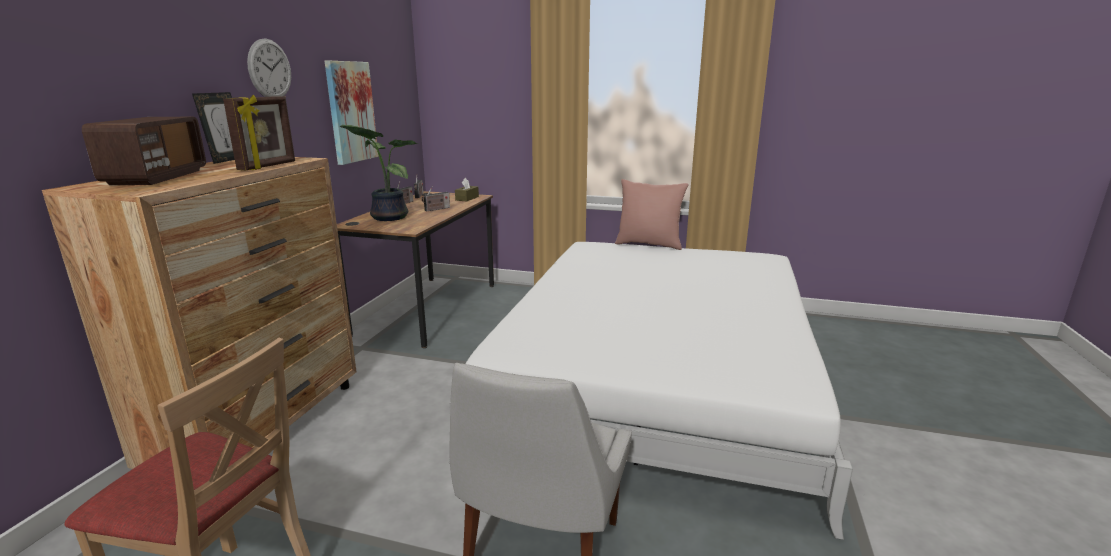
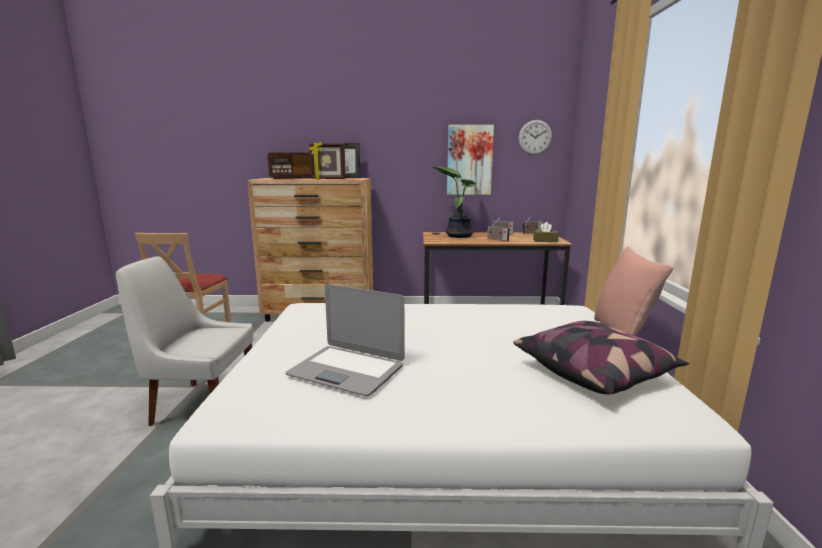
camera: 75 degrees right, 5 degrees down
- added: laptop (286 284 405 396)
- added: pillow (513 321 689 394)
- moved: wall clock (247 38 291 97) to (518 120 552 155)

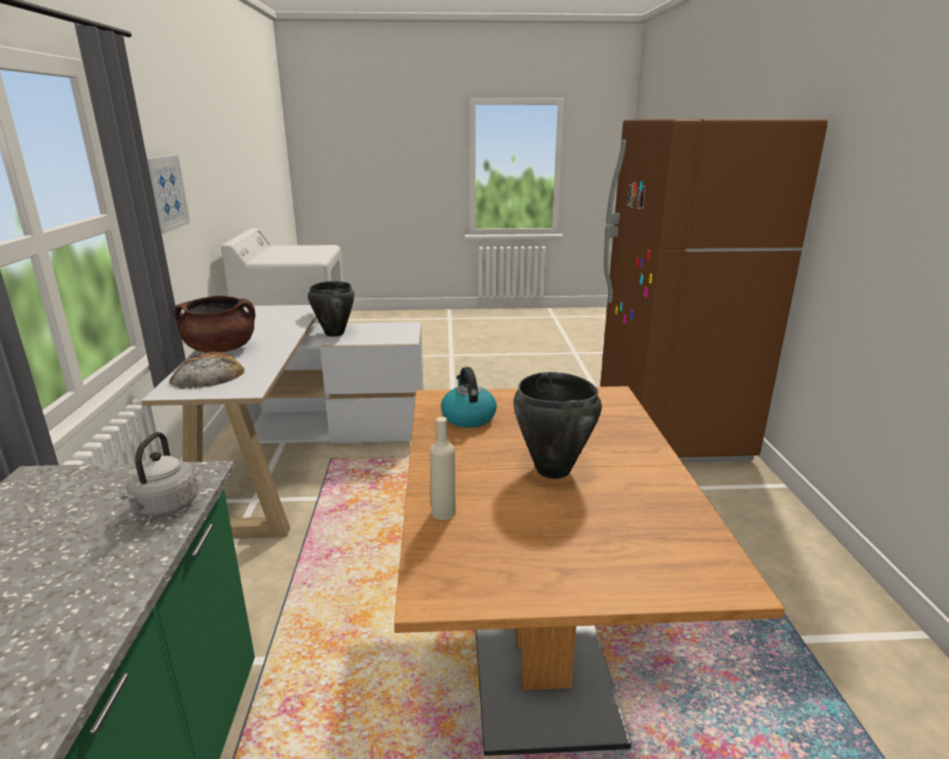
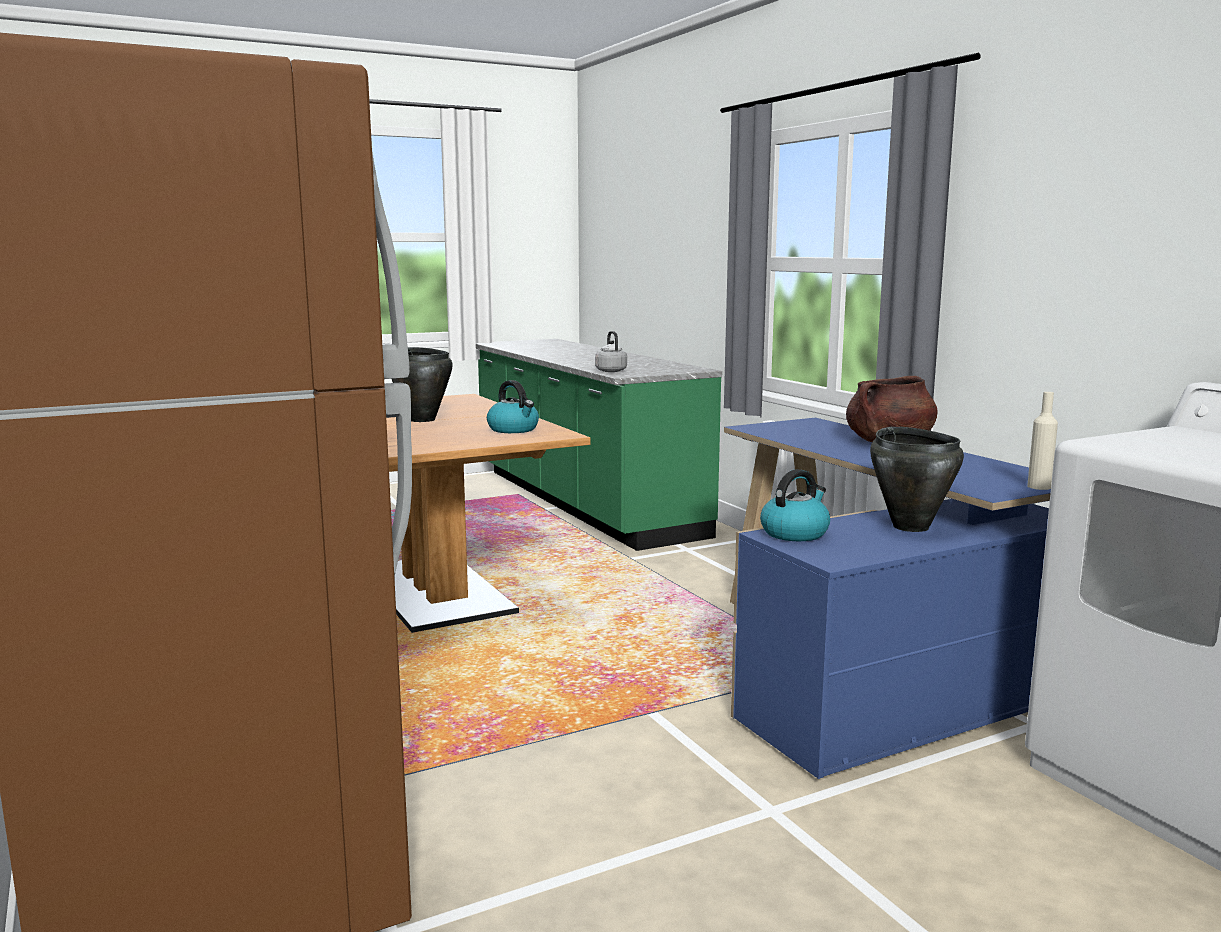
camera: 155 degrees right, 10 degrees down
- recoloured: white desk (141 305 424 539) to blue desk (724 418 1051 779)
- added: kettle (760 469 830 541)
- moved: beige bottle (430 417 456 520) to (1027 392 1058 490)
- removed: picture (147 155 190 234)
- removed: bread (169 352 245 389)

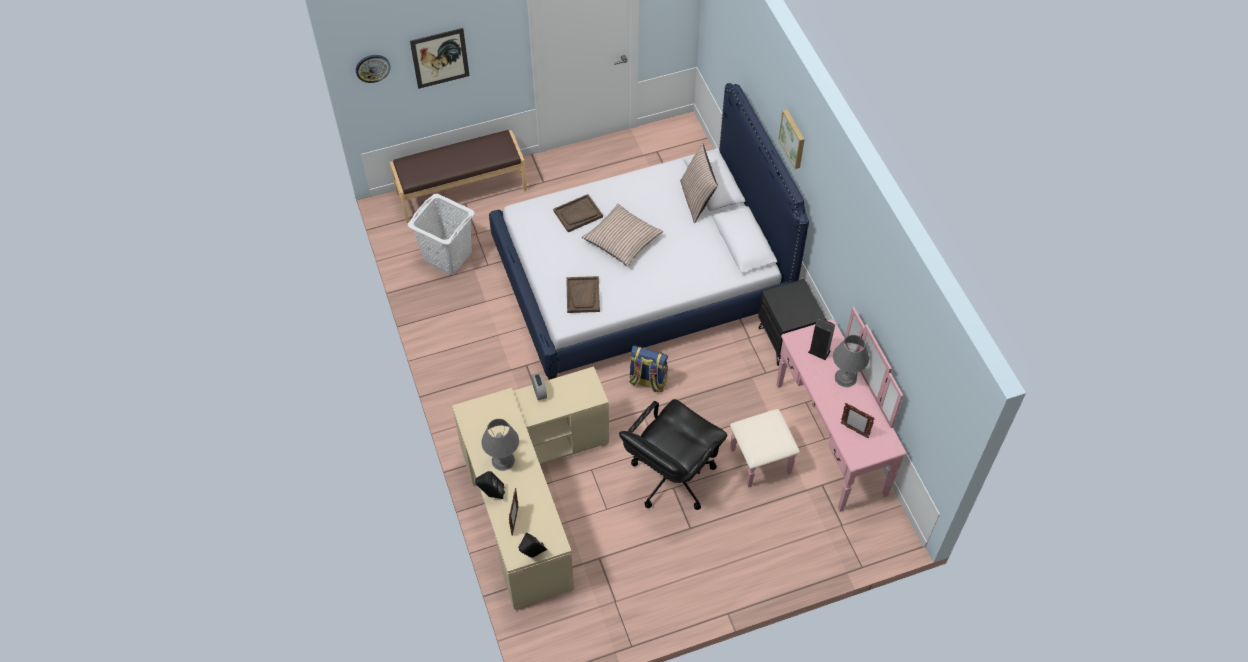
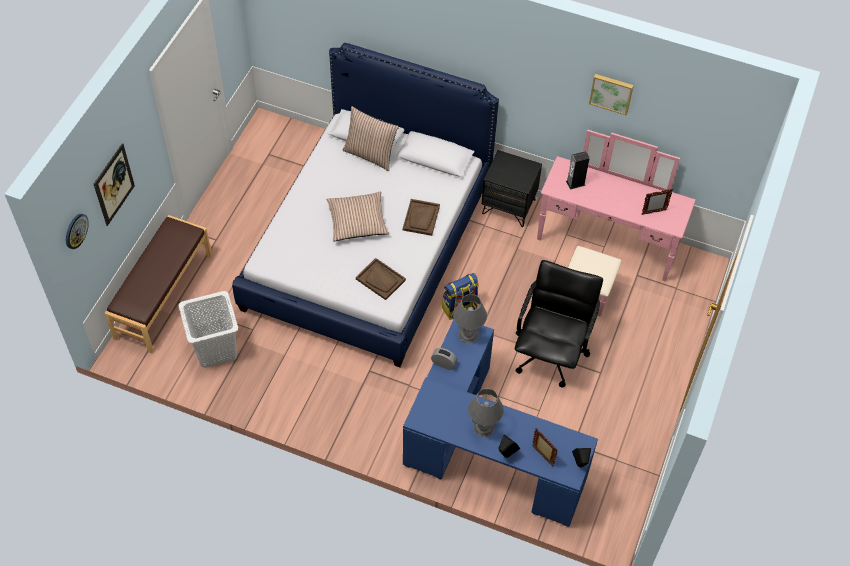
camera: 50 degrees left, 0 degrees up
- moved: brown tray (553 194 603 232) to (403 199 440 236)
- recoloured: beige desk (452 367 609 610) to blue desk (403 320 598 527)
- moved: grey table lamp (833 335 869 387) to (453 294 487 343)
- turned: black office chair (619 399 727 510) = (515 260 603 387) 150 degrees counterclockwise
- moved: picture (778 109 805 169) to (589 74 634 115)

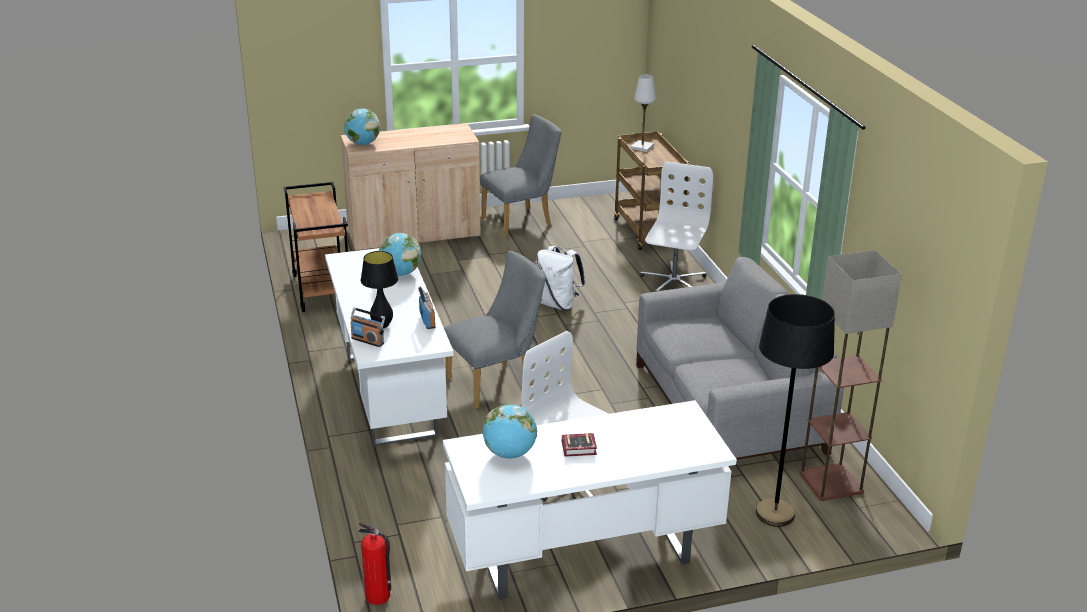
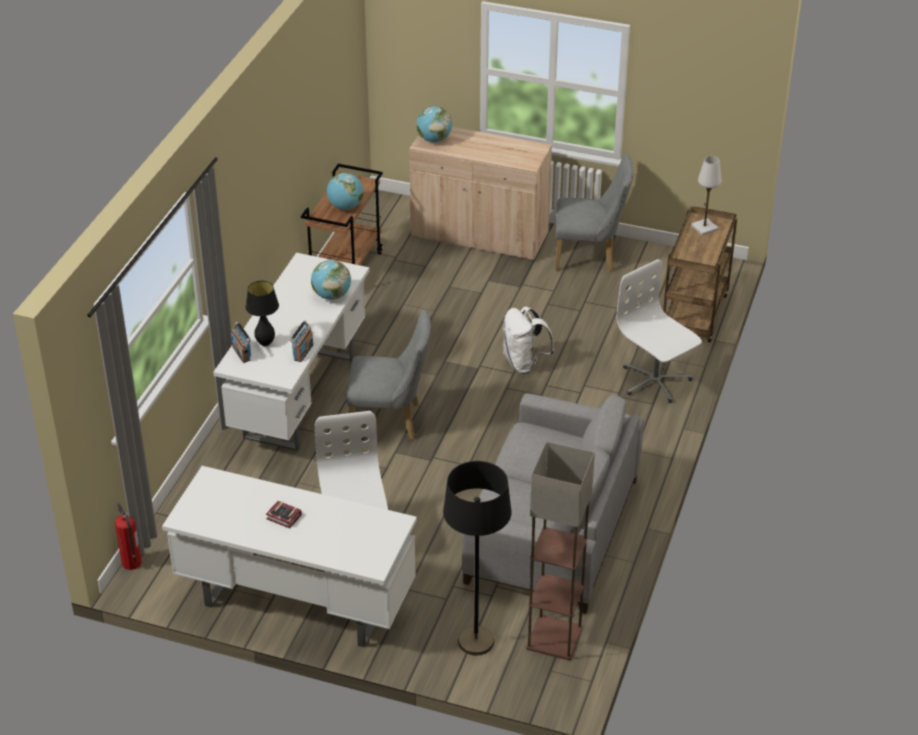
camera: 35 degrees right, 10 degrees up
- moved: globe (483 404 537 458) to (327 173 364 210)
- turned: white office chair (640 162 713 292) = (616 259 702 403) 90 degrees counterclockwise

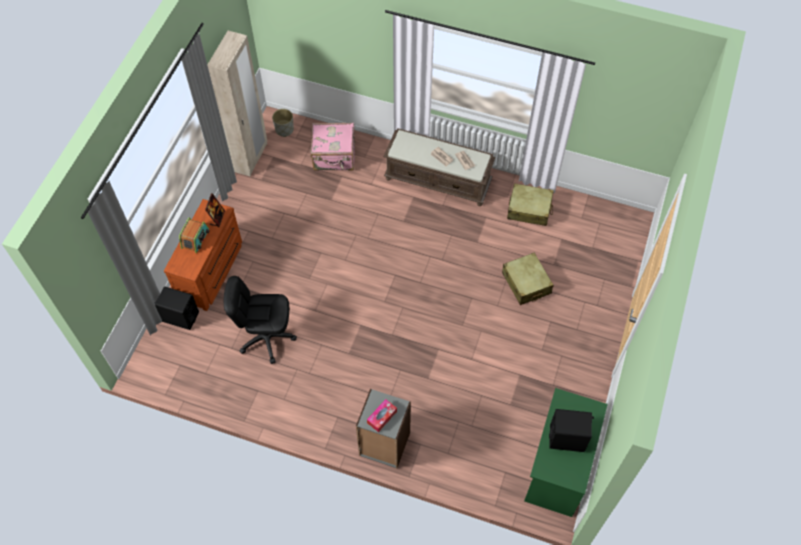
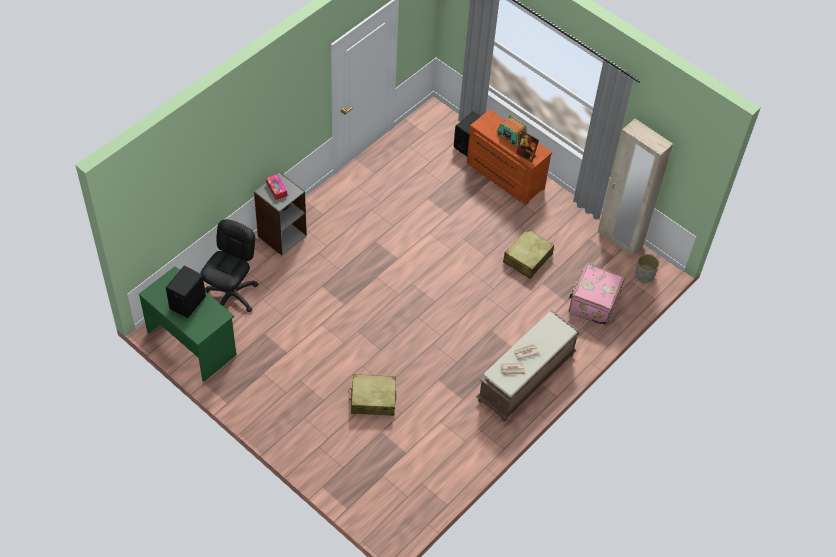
camera: 110 degrees right, 5 degrees down
- moved: black office chair (224 276 297 364) to (200 219 259 312)
- moved: beige suitcase (507 183 554 226) to (503 229 554 279)

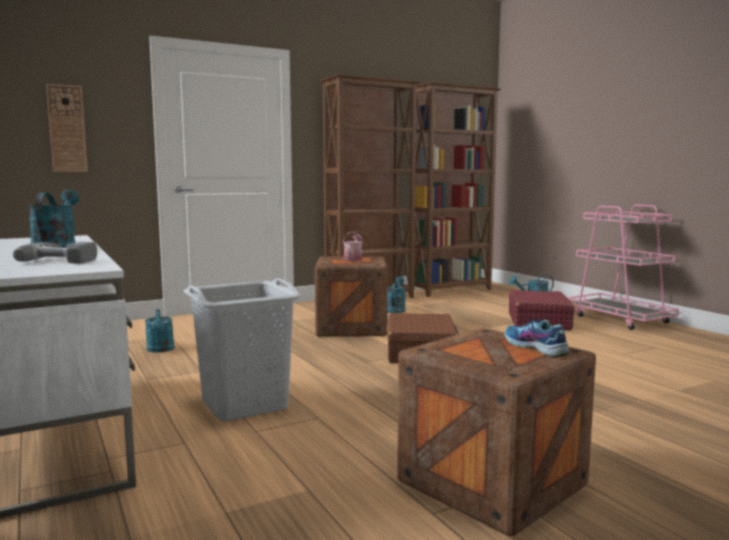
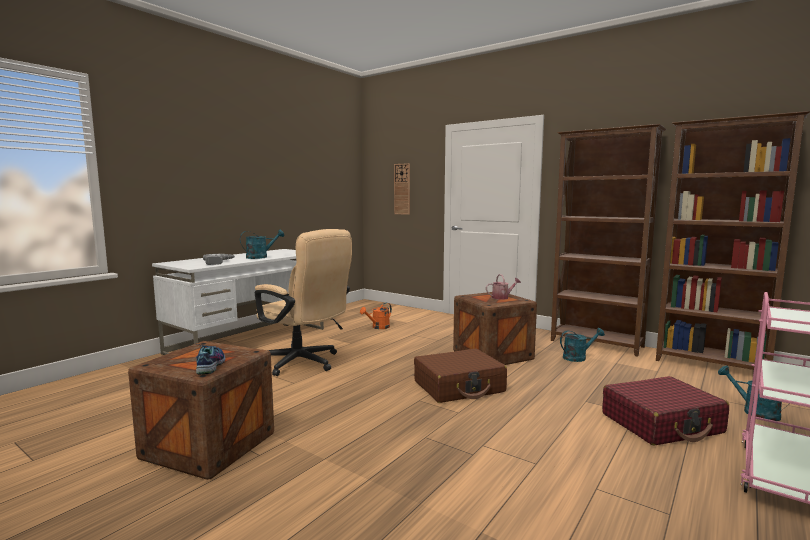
camera: 65 degrees right, 0 degrees up
- turned: shoe (505 317 569 357) = (196 344 225 375) 45 degrees counterclockwise
- replaced: grey laundry basket (183 278 301 421) to beige office chair (255 229 352 376)
- recoloured: turquoise watering can (145 309 175 353) to orange watering can (360 303 392 329)

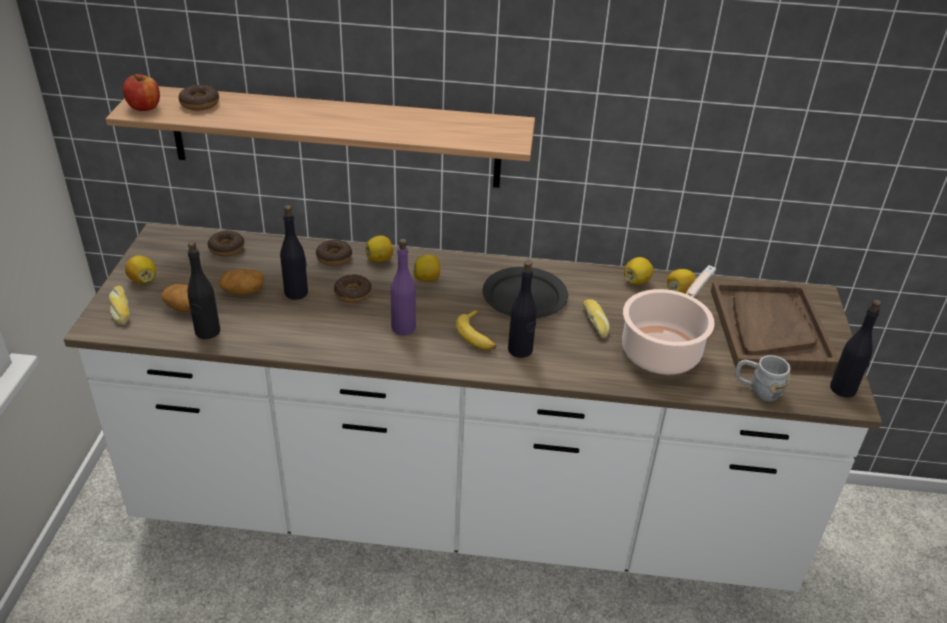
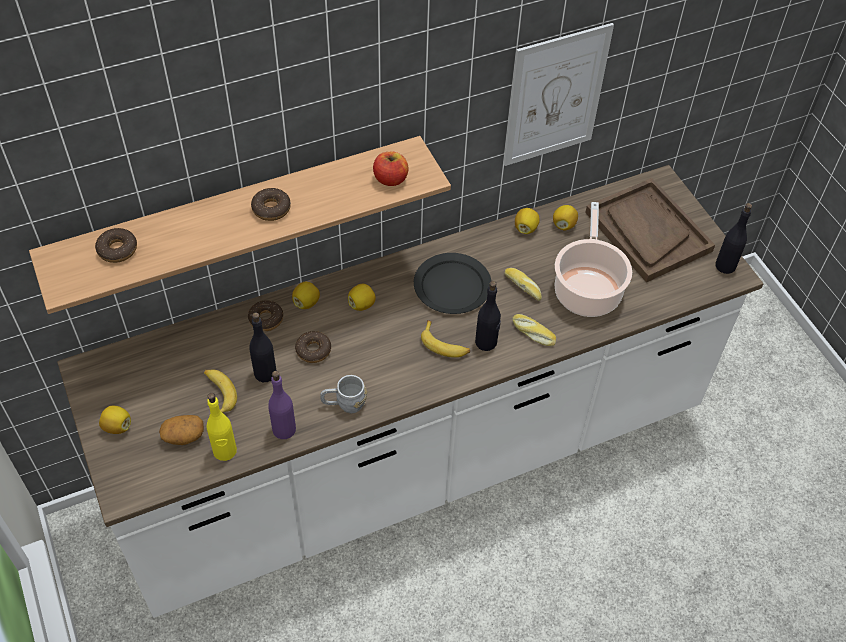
camera: 30 degrees left, 15 degrees up
- replaced: potato (219 269 264 295) to banana (204 369 237 413)
- recoloured: black bottle (187 241 220 339) to yellow bottle (207 393 237 461)
- moved: donut (208 231 244 256) to (251 188 291 221)
- moved: purple bottle (391 239 416 335) to (268 371 296 439)
- moved: grey mug (735 355 791 401) to (320 375 367 413)
- moved: apple (123 74 160 111) to (373 152 409 186)
- added: picture (504 23 614 166)
- moved: bread (109 286 130 324) to (512 314 556 346)

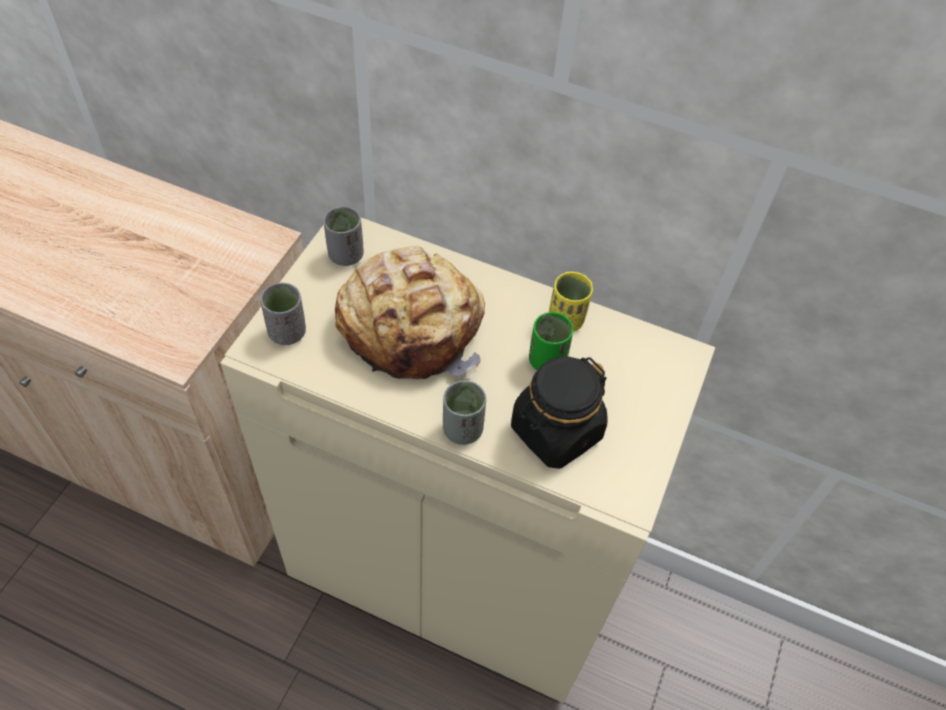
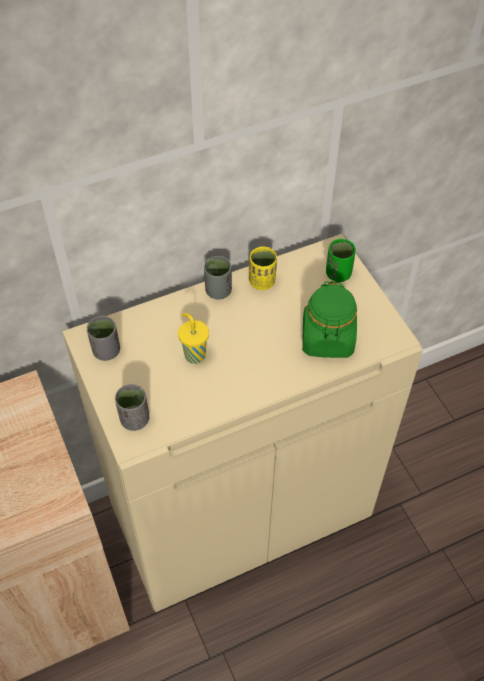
camera: 45 degrees left, 0 degrees up
- replaced: bread (335 246 485 379) to yellow cup (178 313 209 364)
- moved: grey cup (443 380 486 445) to (204 256 232 299)
- recoloured: black jar (511 357 607 469) to green jar (302 281 357 358)
- moved: green cup (529 312 573 370) to (326 239 356 282)

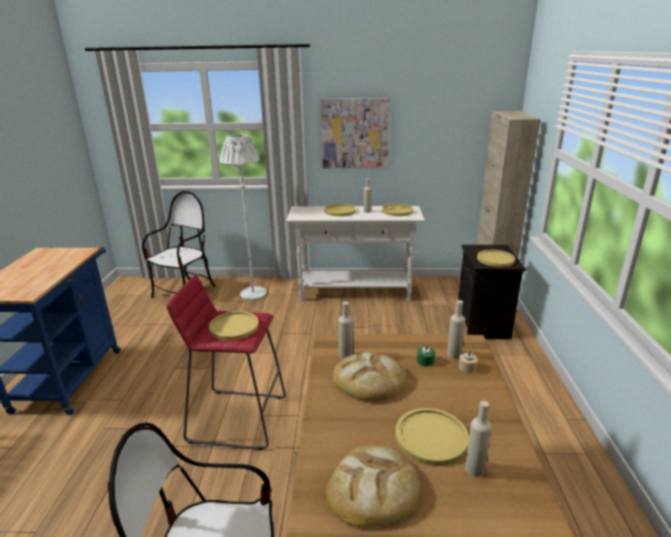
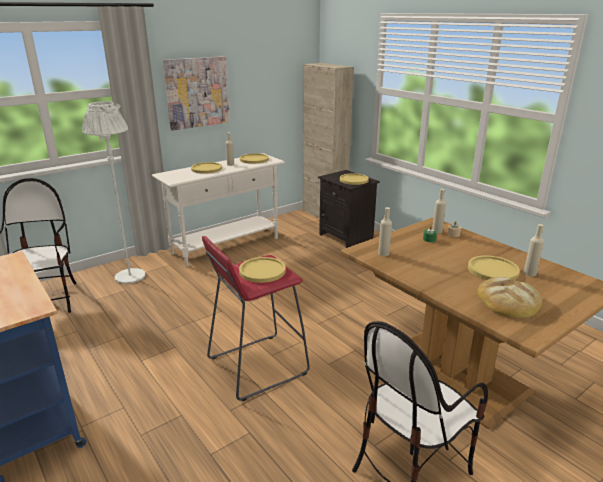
camera: 40 degrees left, 0 degrees up
- removed: bread (333 352 406 402)

